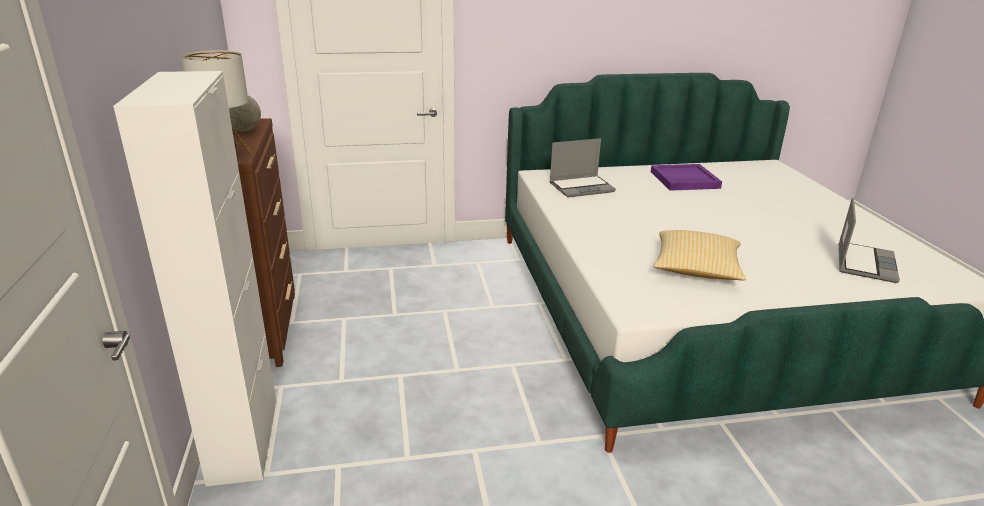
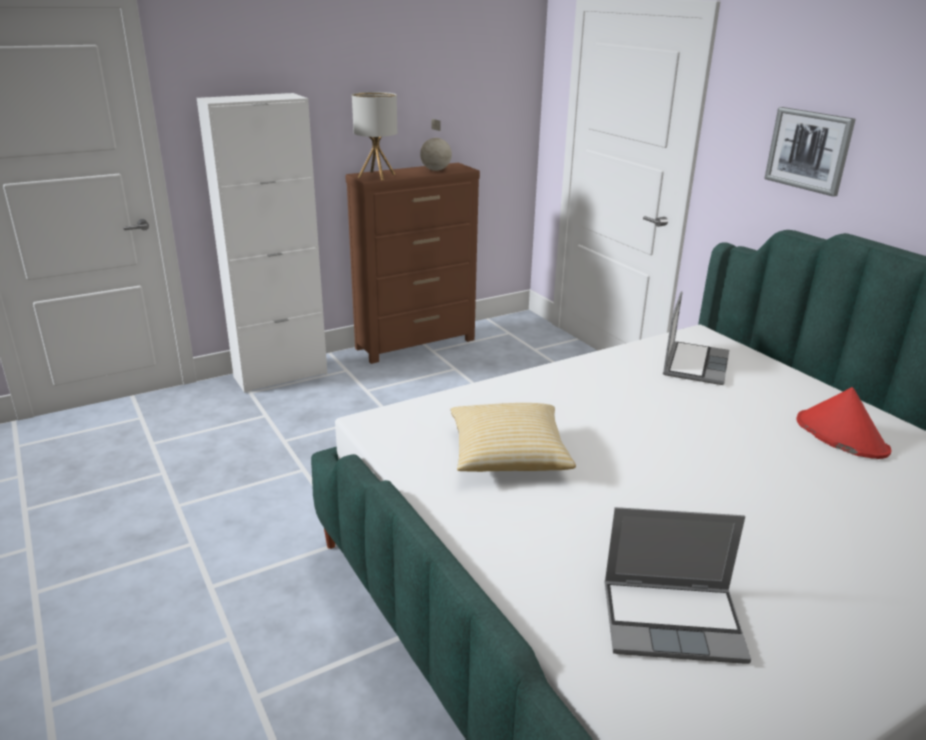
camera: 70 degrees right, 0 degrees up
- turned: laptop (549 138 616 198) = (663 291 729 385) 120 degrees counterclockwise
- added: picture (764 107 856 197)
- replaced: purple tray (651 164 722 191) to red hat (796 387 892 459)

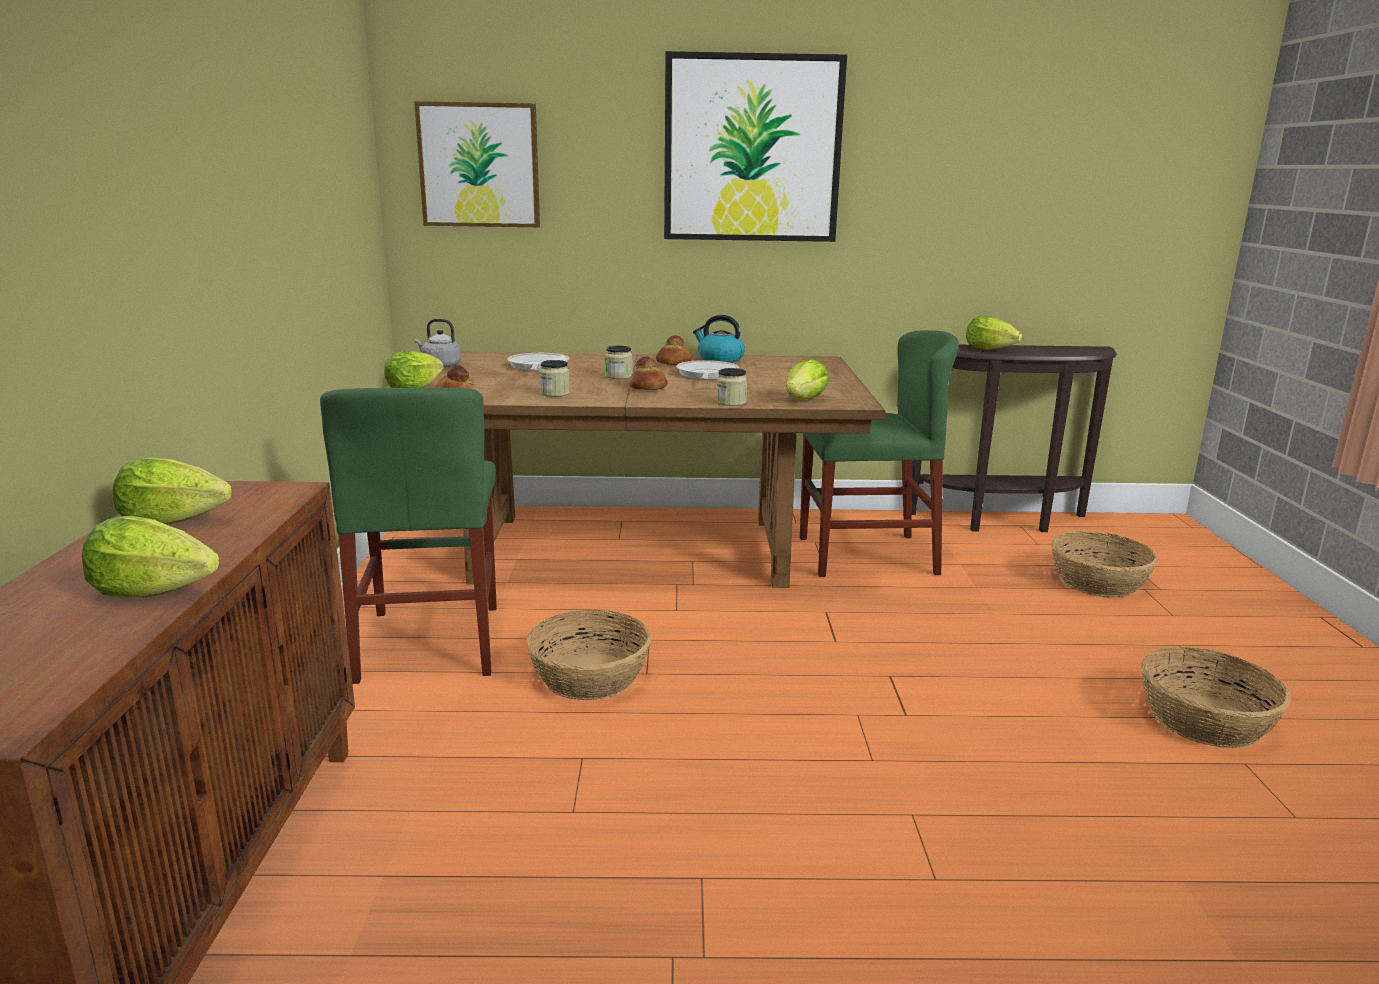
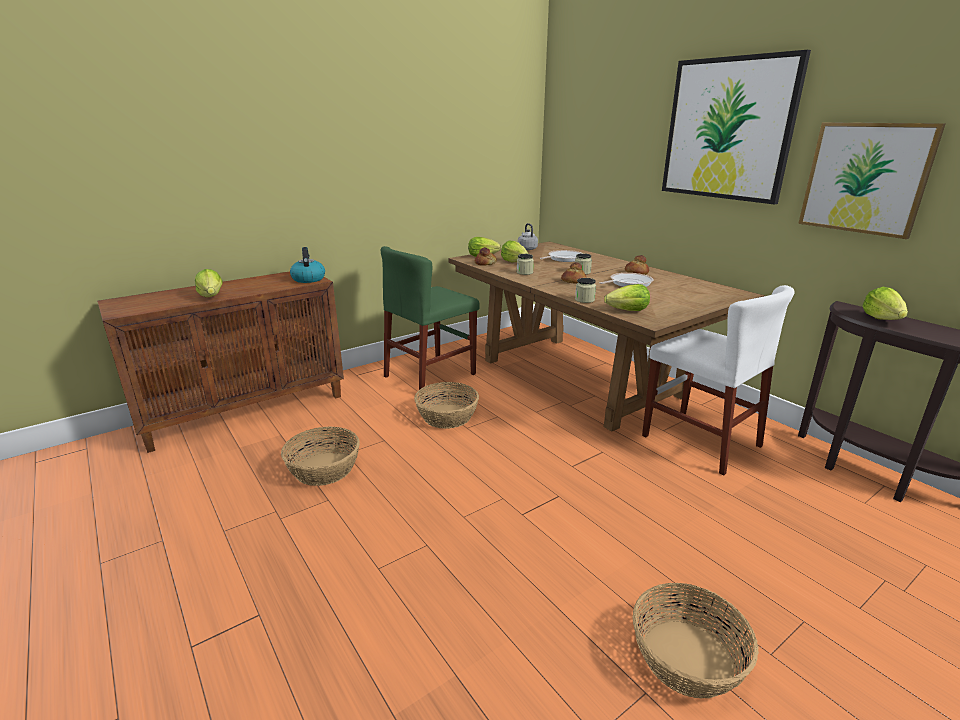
camera: 55 degrees right, 5 degrees up
- moved: basket (1051 531 1158 597) to (281 426 360 486)
- moved: kettle (693 315 745 363) to (290 247 325 283)
- moved: lettuce (113 457 232 524) to (501 241 528 262)
- recoloured: green chair (800 330 959 577) to white chair (642 285 795 476)
- moved: picture (414 101 540 227) to (798 122 946 239)

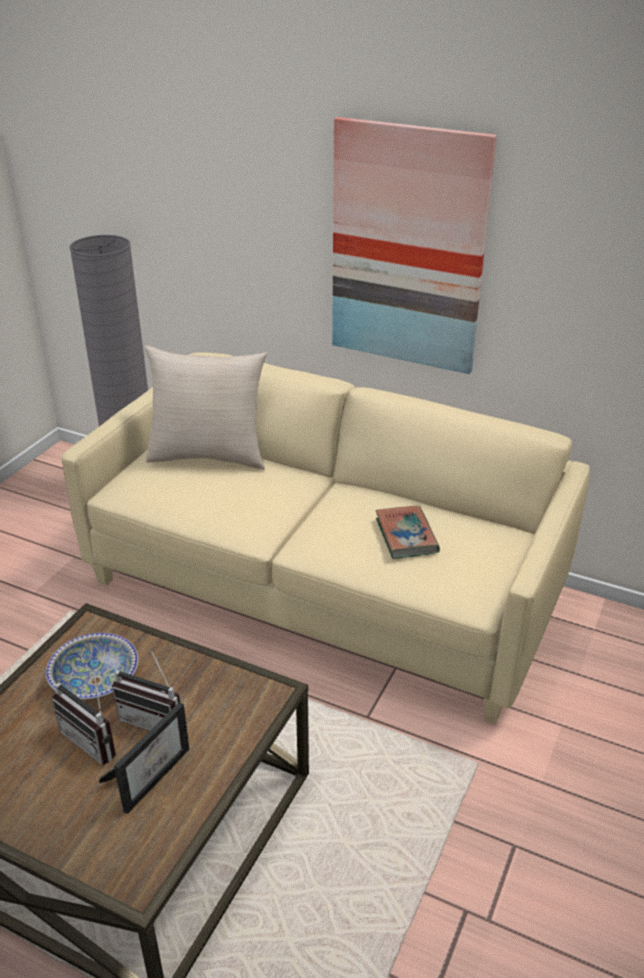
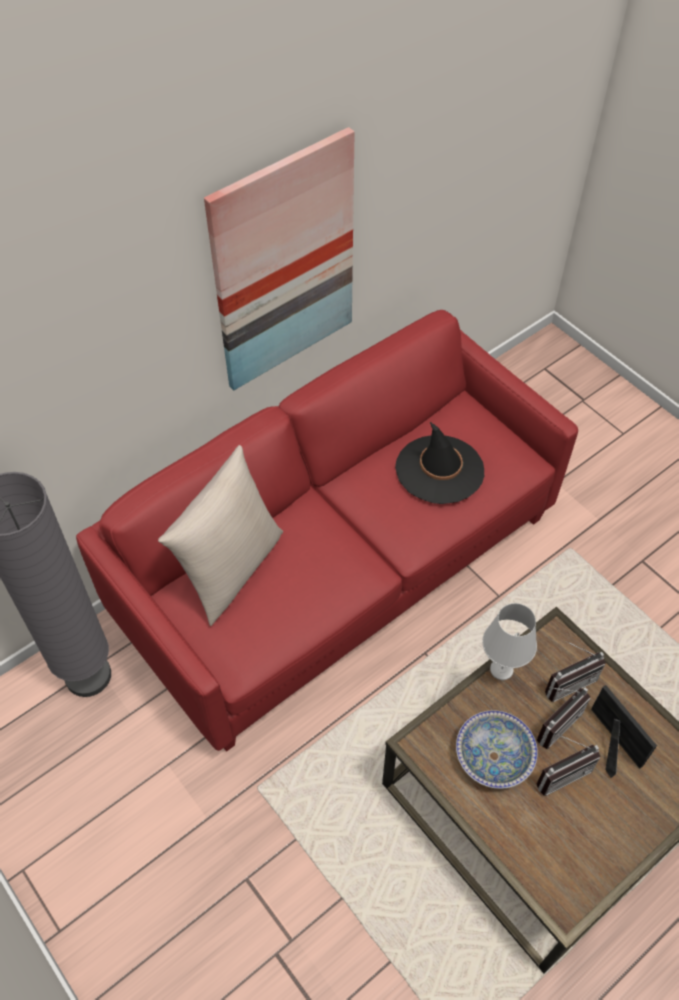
camera: 65 degrees left, 20 degrees up
- recoloured: beige sofa (62 353 590 724) to red sofa (76 310 578 752)
- replaced: book (375 506 440 559) to black hat (395 422 484 504)
- added: white table lamp (482 603 537 680)
- added: radio (545 641 605 702)

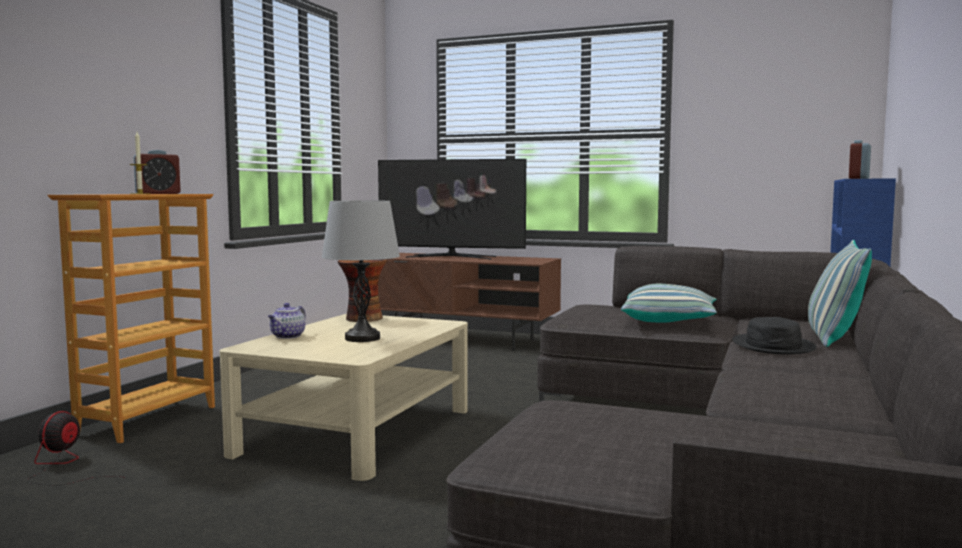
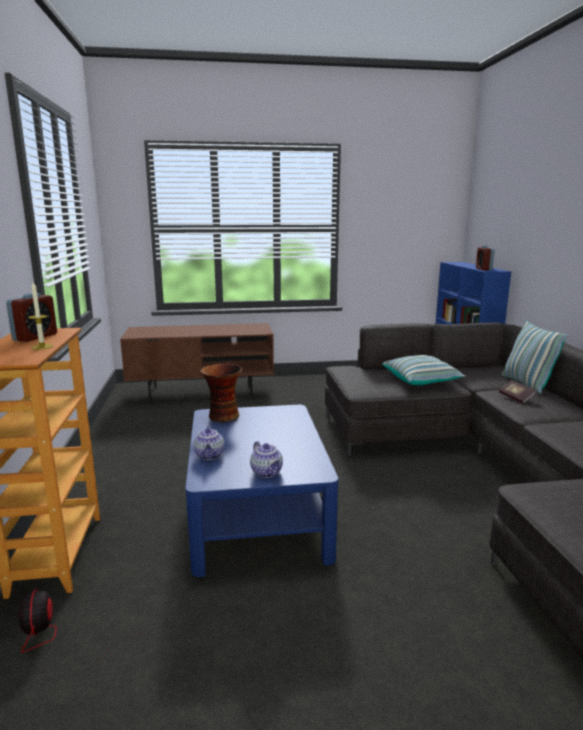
camera: 30 degrees left, 10 degrees up
- recoloured: beige coffee table (219 314 468 481) to blue coffee table (185 405 339 577)
- added: teapot (250 441 283 478)
- replaced: black hat (733 317 816 354) to book (499 380 536 404)
- removed: grey table lamp (322 200 400 342)
- removed: television (378 159 526 259)

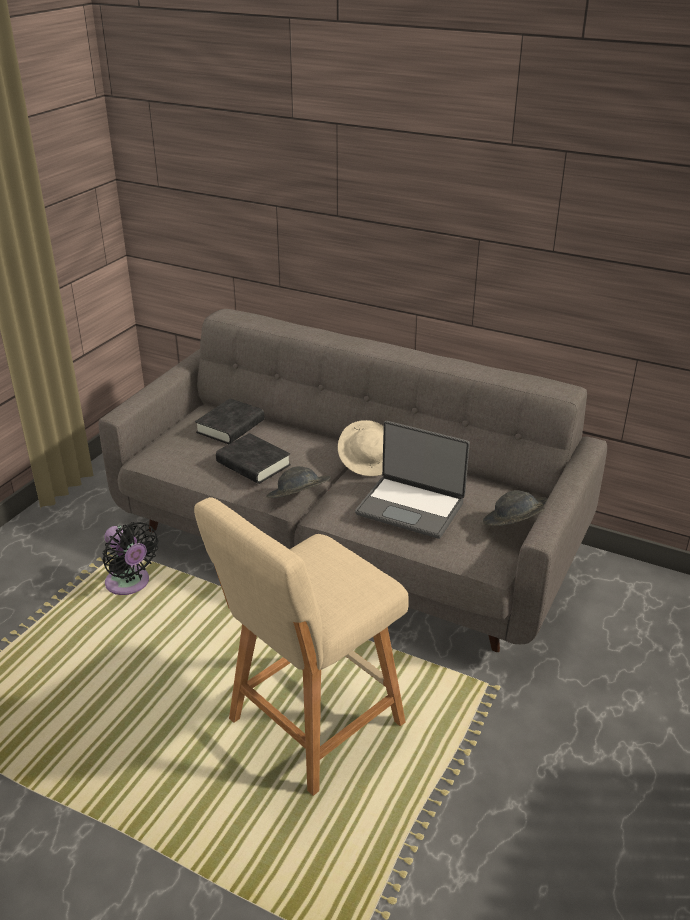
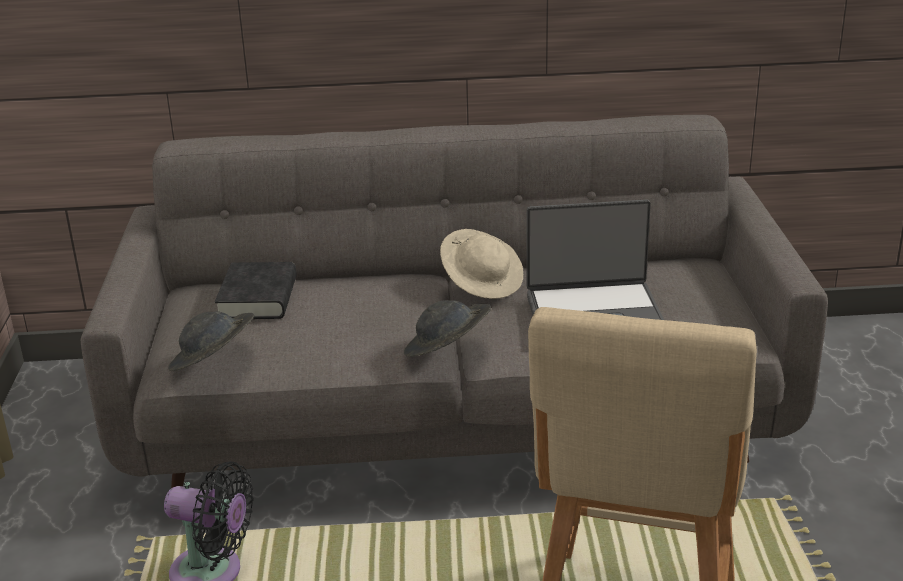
camera: 30 degrees left, 5 degrees down
- moved: grey hat (483 490 548 526) to (168 311 254 371)
- removed: black book (216 433 291 484)

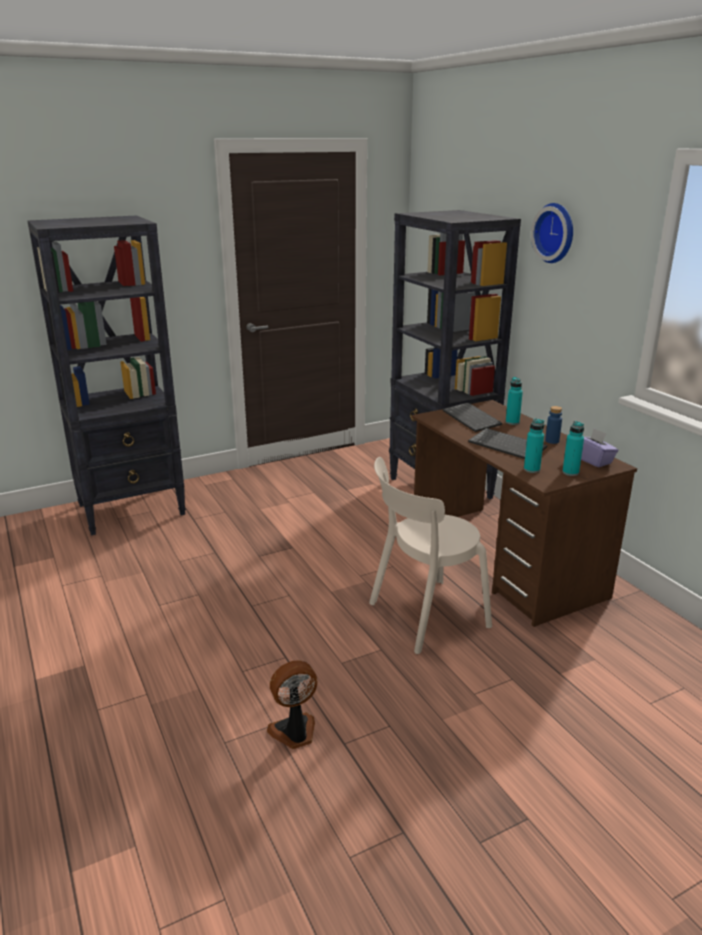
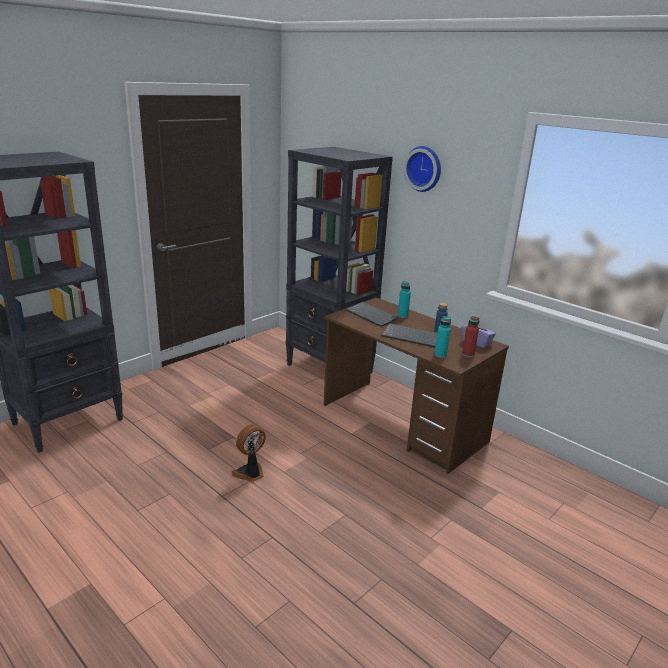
camera: 20 degrees left, 0 degrees up
- moved: fan (267 661 317 749) to (232 424 266 482)
- recoloured: turquoise bottle (562 421 584 476) to red bottle (462 316 479 357)
- removed: beige chair (369 457 492 654)

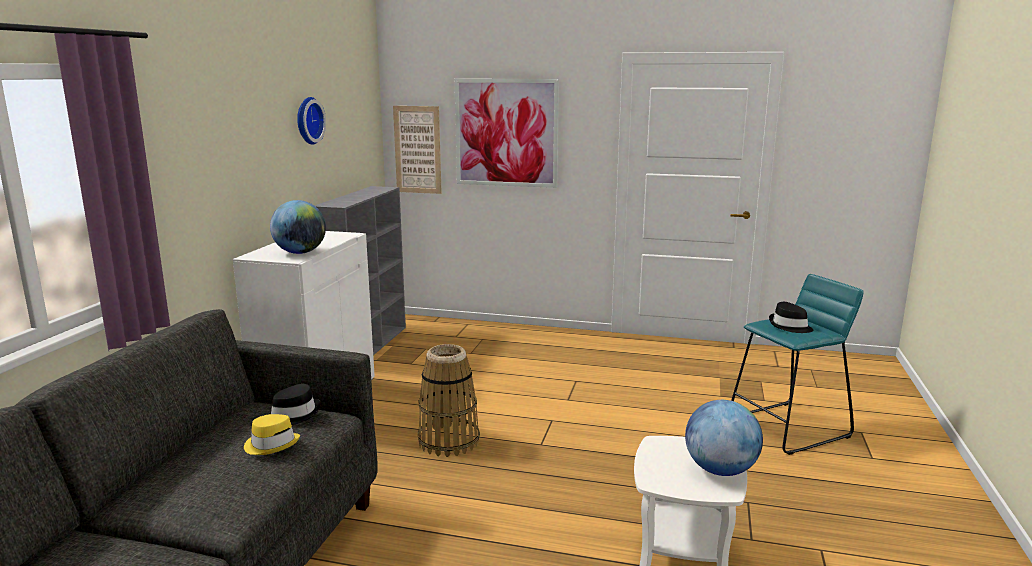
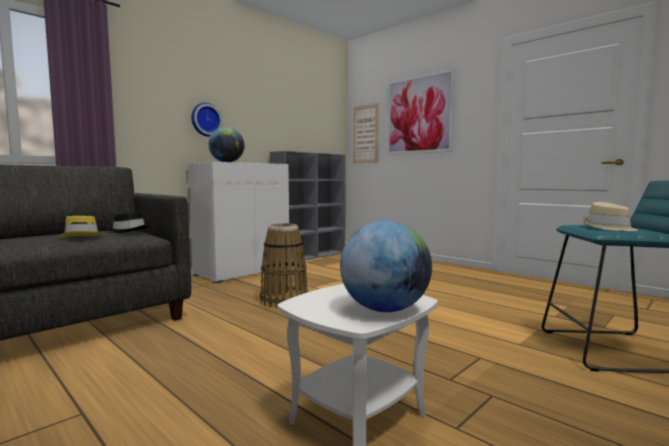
camera: 30 degrees right, 10 degrees down
- moved: wall clock (297 97 326 145) to (191 102 222 137)
- recoloured: black hat (769 302 813 333) to beige hat (583 202 638 231)

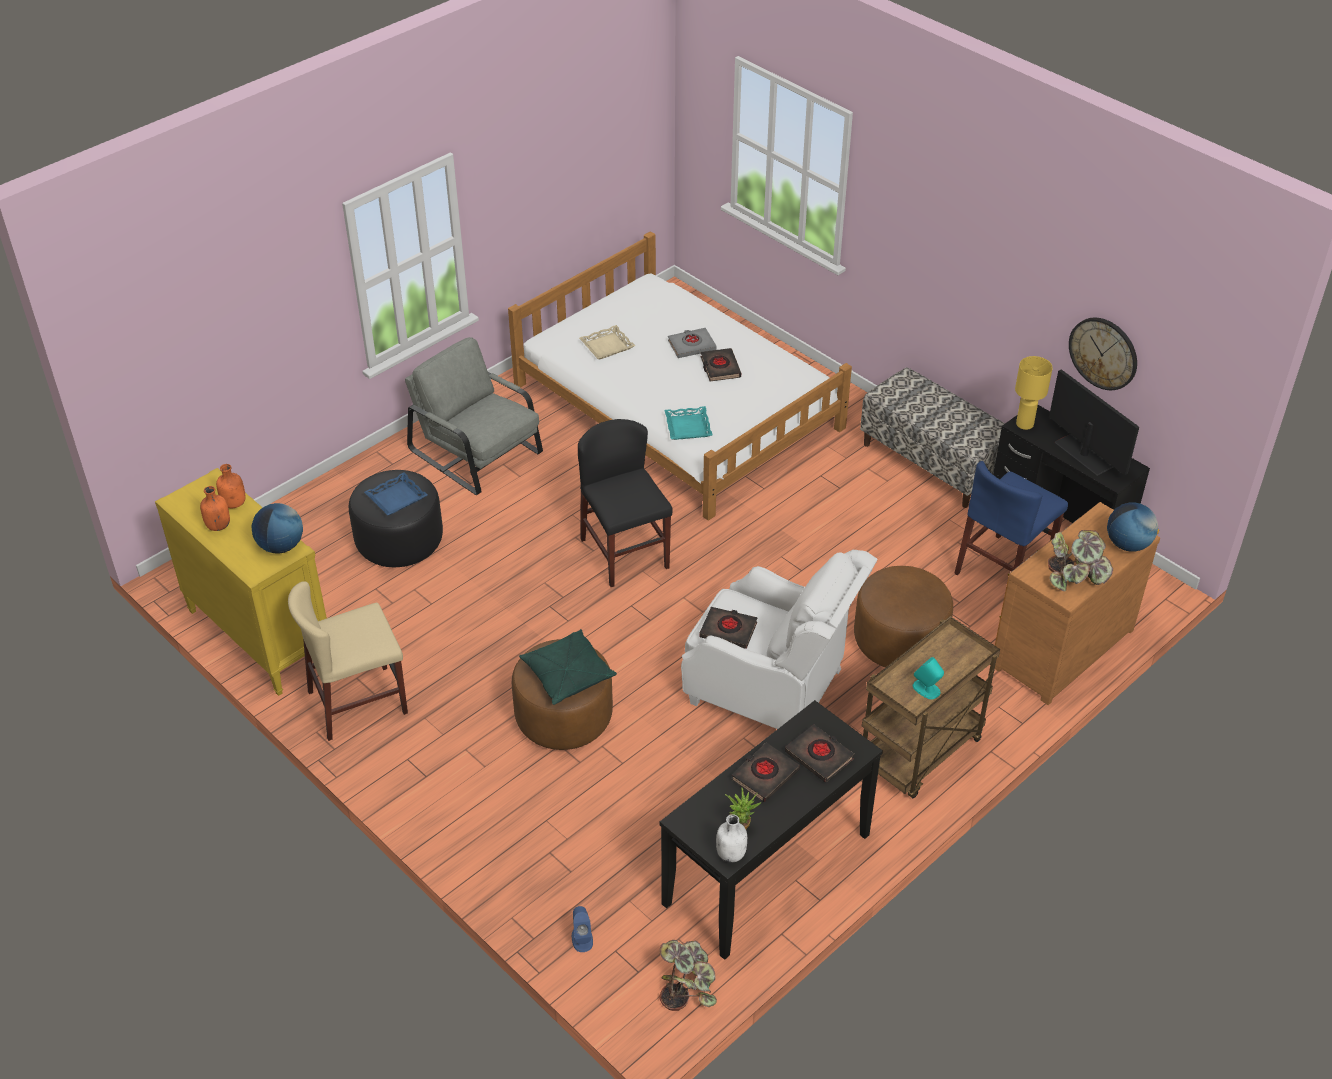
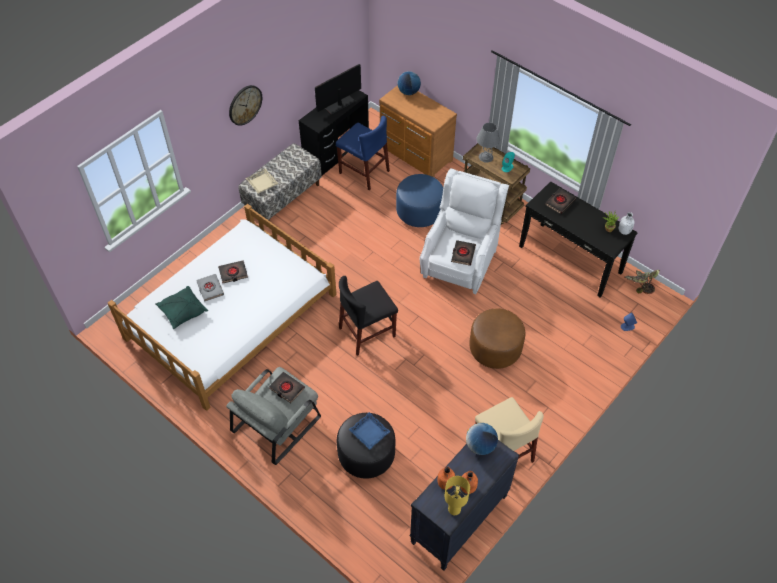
camera: 95 degrees left, 10 degrees up
- moved: green pillow (519 629 617 705) to (156 286 208 329)
- moved: wall clock (1069 318 1137 390) to (229 85 262 126)
- moved: beige tray (579 325 635 359) to (246 168 279 194)
- moved: black book (731 742 800 802) to (269 372 305 403)
- recoloured: brown ottoman (854 566 953 667) to blue ottoman (396 174 443 227)
- recoloured: yellow dresser (155 468 327 696) to black dresser (410 440 519 571)
- moved: yellow table lamp (1015 356 1053 430) to (444 476 470 515)
- added: grey table lamp (476 123 500 163)
- removed: turquoise tray (664 406 713 440)
- removed: potted plant (1048 530 1113 591)

